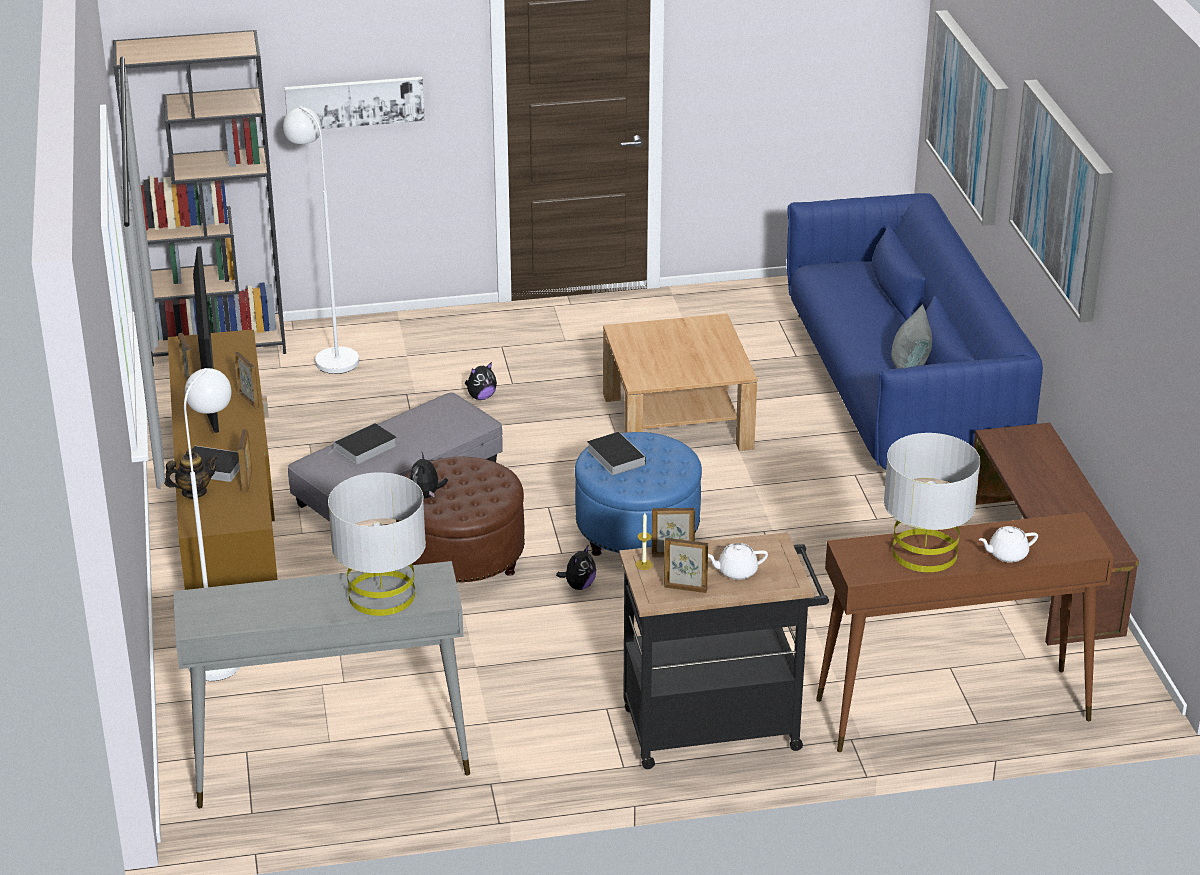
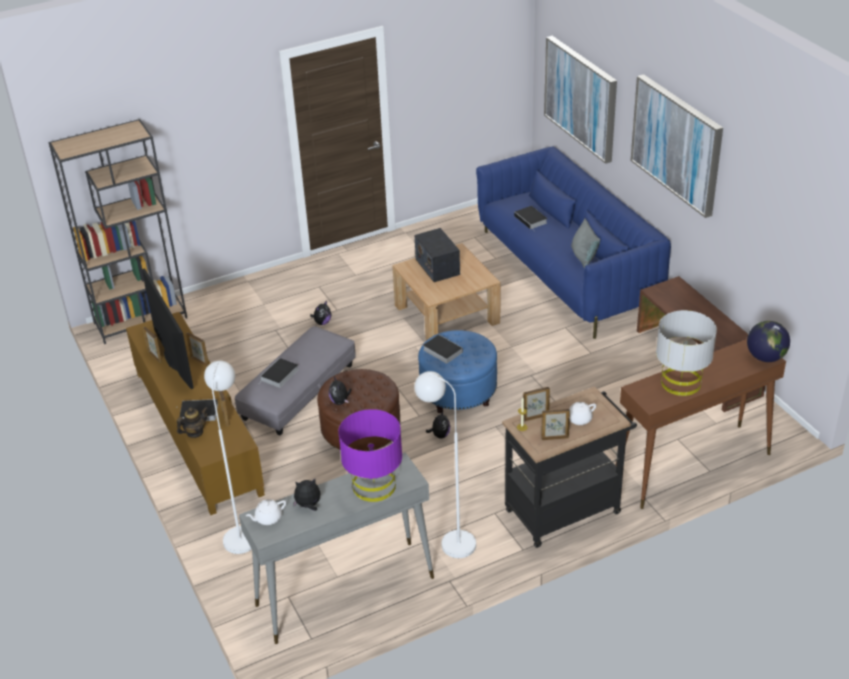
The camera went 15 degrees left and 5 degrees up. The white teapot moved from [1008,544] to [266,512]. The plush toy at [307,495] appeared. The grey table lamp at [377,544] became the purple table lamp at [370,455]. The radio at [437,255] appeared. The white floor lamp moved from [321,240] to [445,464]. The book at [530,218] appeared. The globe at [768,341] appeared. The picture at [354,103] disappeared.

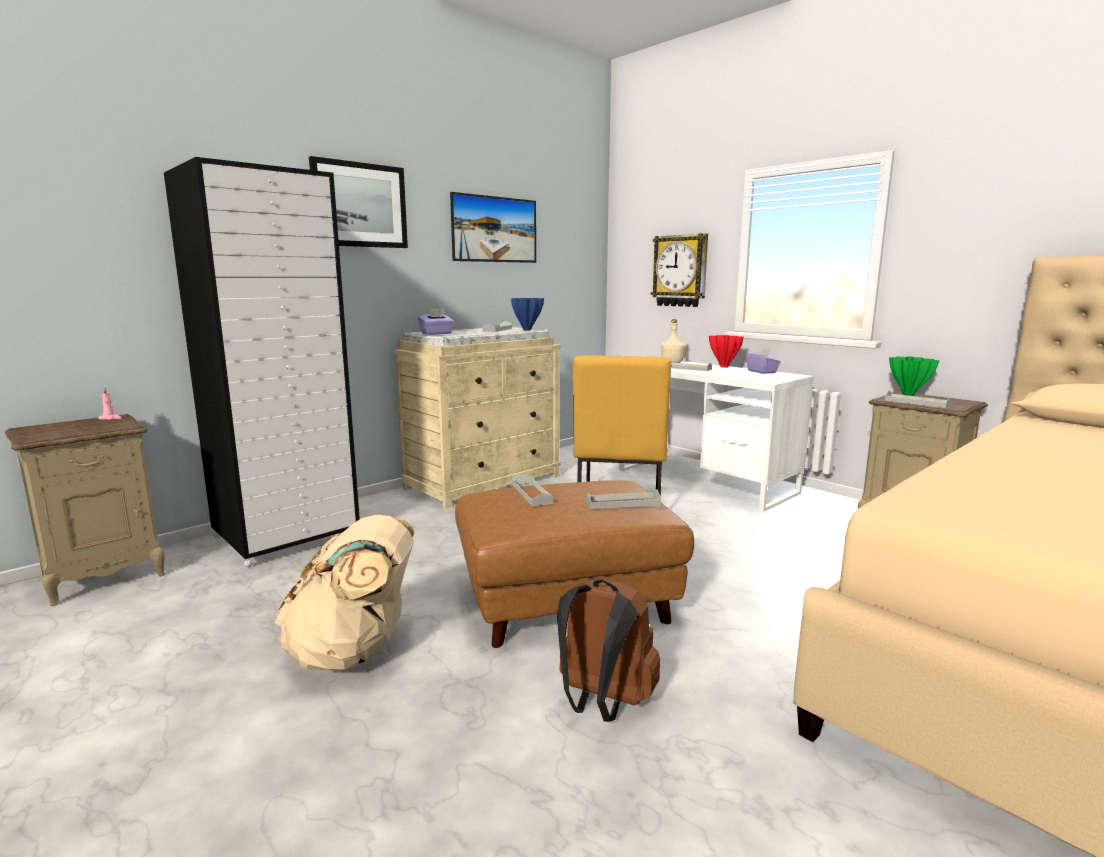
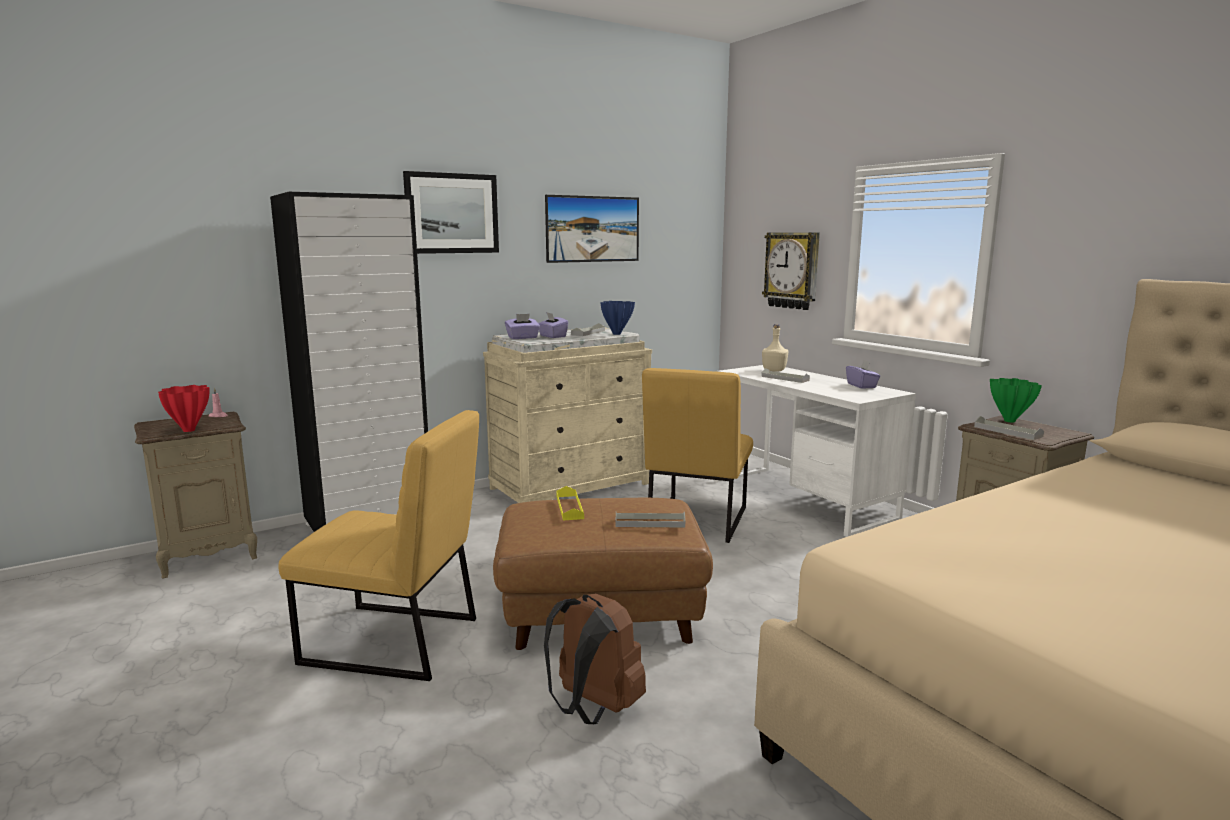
The camera went 10 degrees right and 0 degrees up. The red vase moved from [726,351] to [184,408]. The beige backpack at [345,593] was replaced by the yellow chair at [378,545]. The purple tissue box at [553,325] appeared. The grey tray at [532,489] became the yellow tray at [570,503].

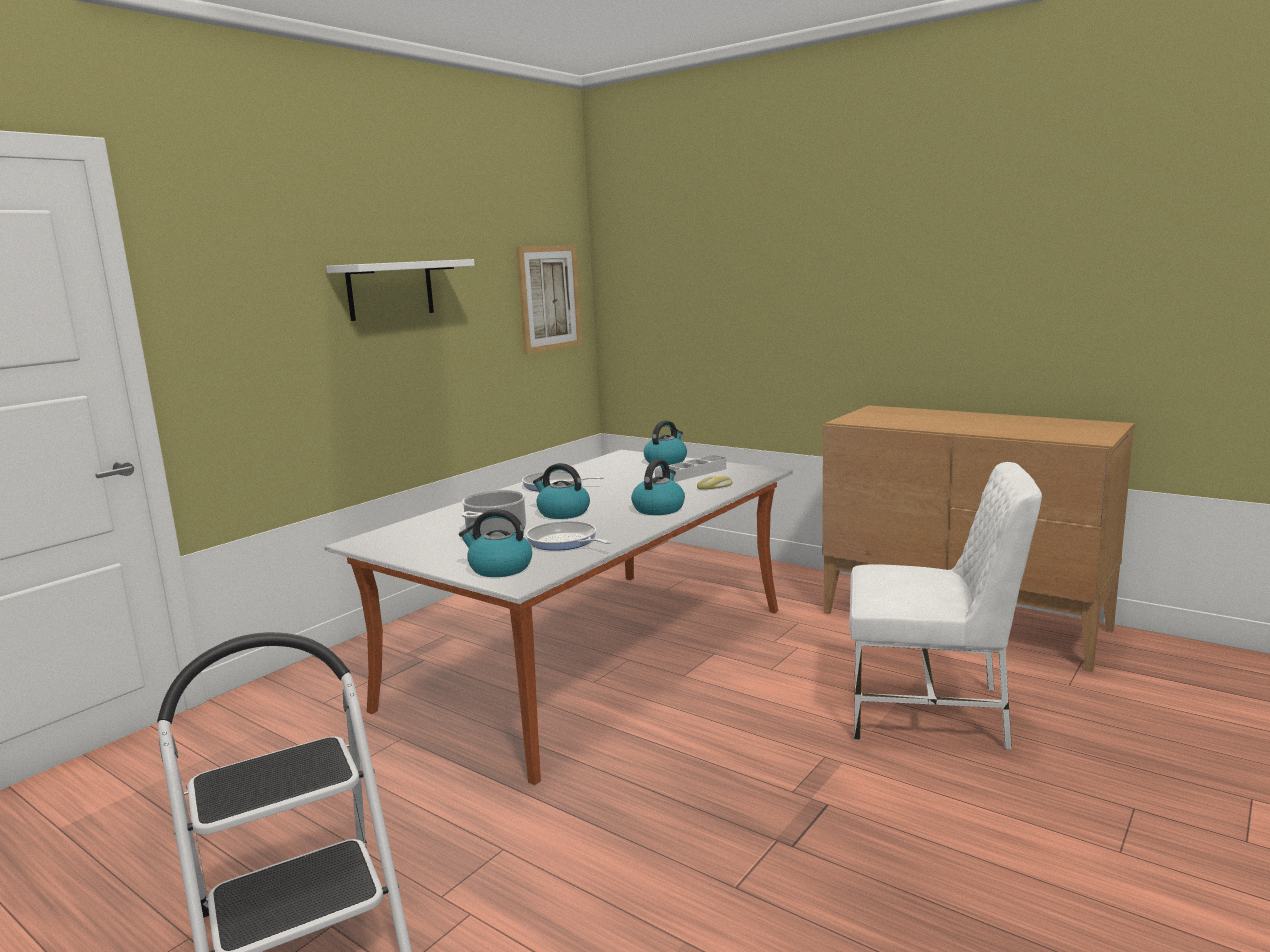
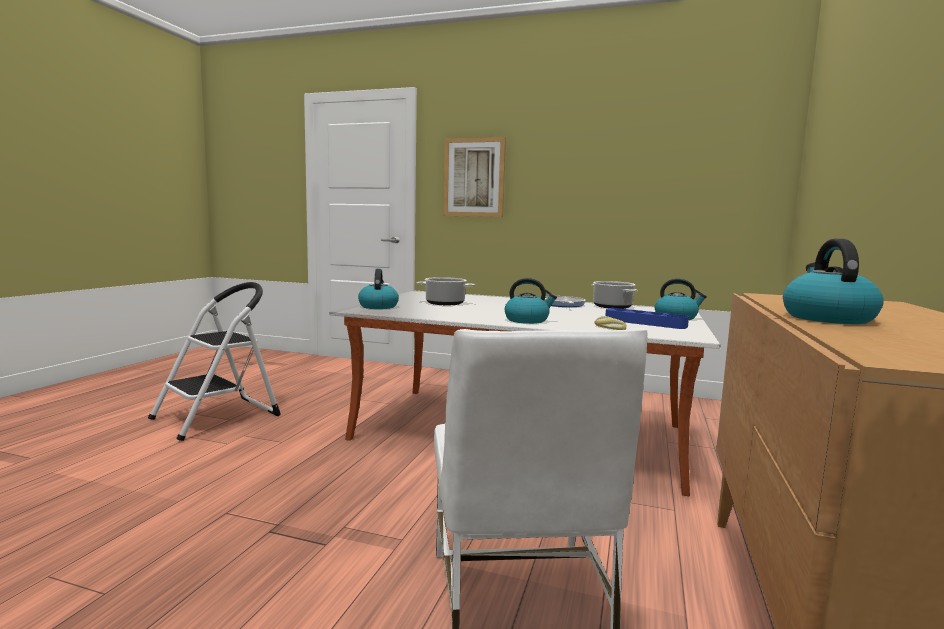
The camera went 70 degrees right and 5 degrees down. The picture moved from [549,299] to [474,177]. The cooking pot at [615,295] appeared. The grey tray at [690,468] became the blue tray at [647,318]. The kettle moved from [561,491] to [833,281]. The white shelf at [400,290] disappeared. The frying pan at [569,536] disappeared.

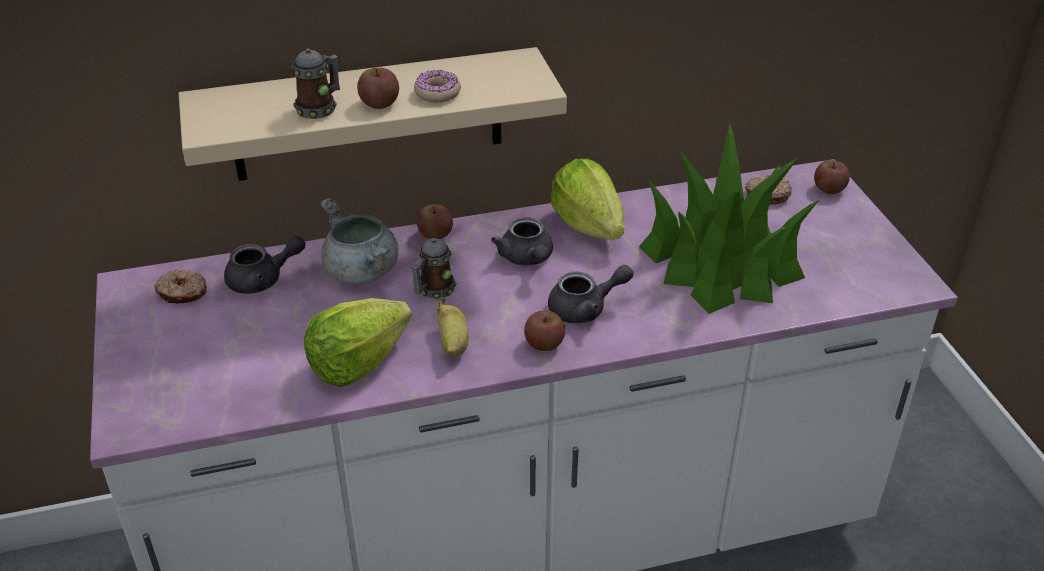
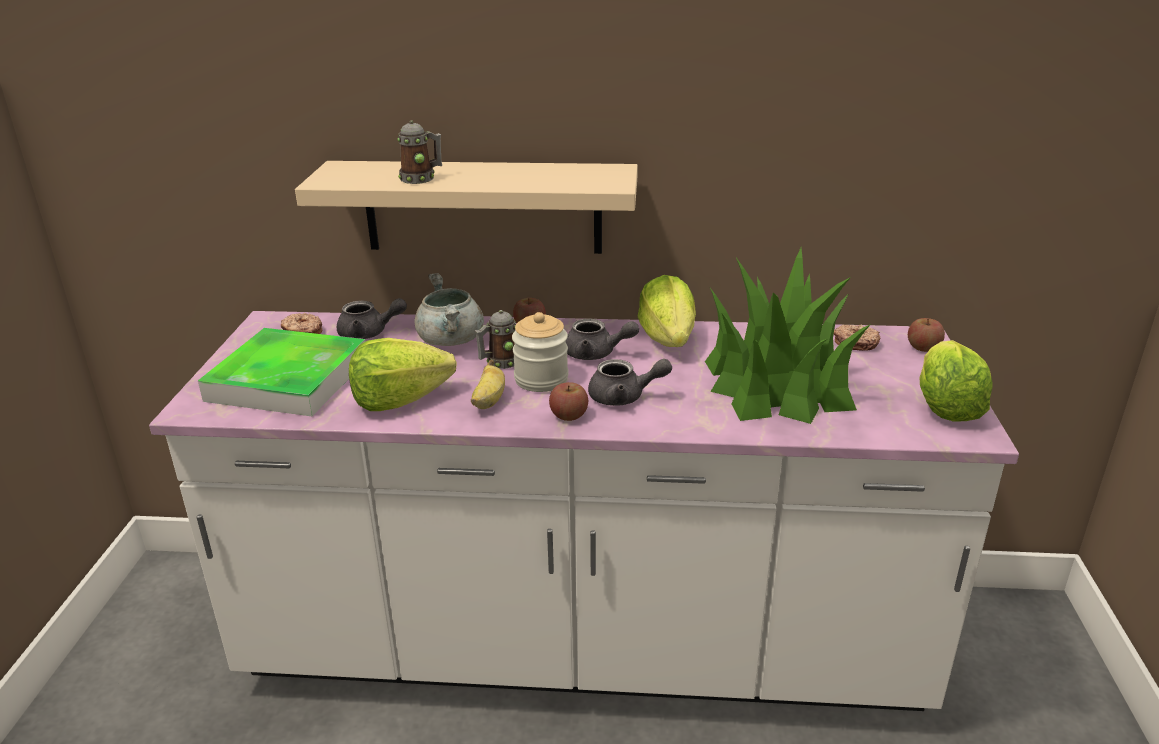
The camera went 20 degrees right and 10 degrees down. The tray at [281,372] appeared. The jar at [540,352] appeared. The grey teapot at [522,241] turned 75 degrees counterclockwise. The lettuce at [956,381] appeared. The apple at [378,88] disappeared. The donut at [437,86] disappeared.

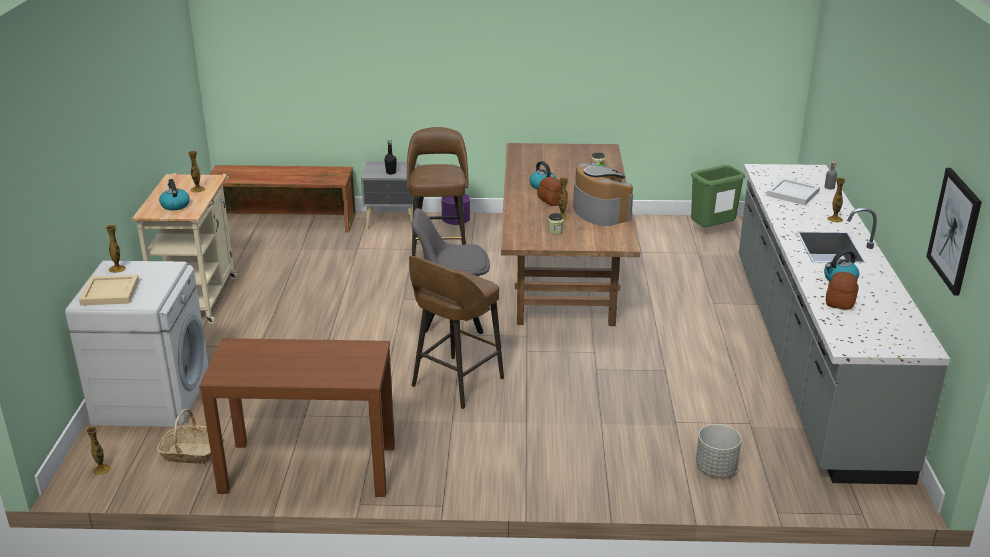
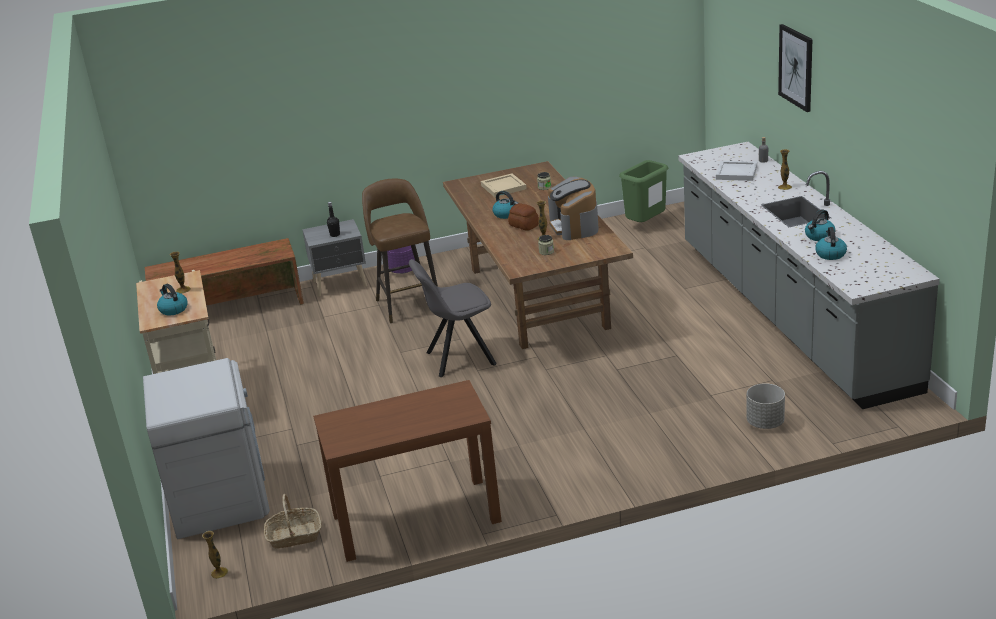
The camera went 15 degrees left and 0 degrees up. The beige tray moved from [109,290] to [504,185]. The coffee machine at [603,194] turned 150 degrees counterclockwise. The picture moved from [954,232] to [795,68]. The bread at [842,291] was replaced by the kettle at [831,243]. The vase at [115,249] disappeared. The brown stool at [456,332] disappeared.

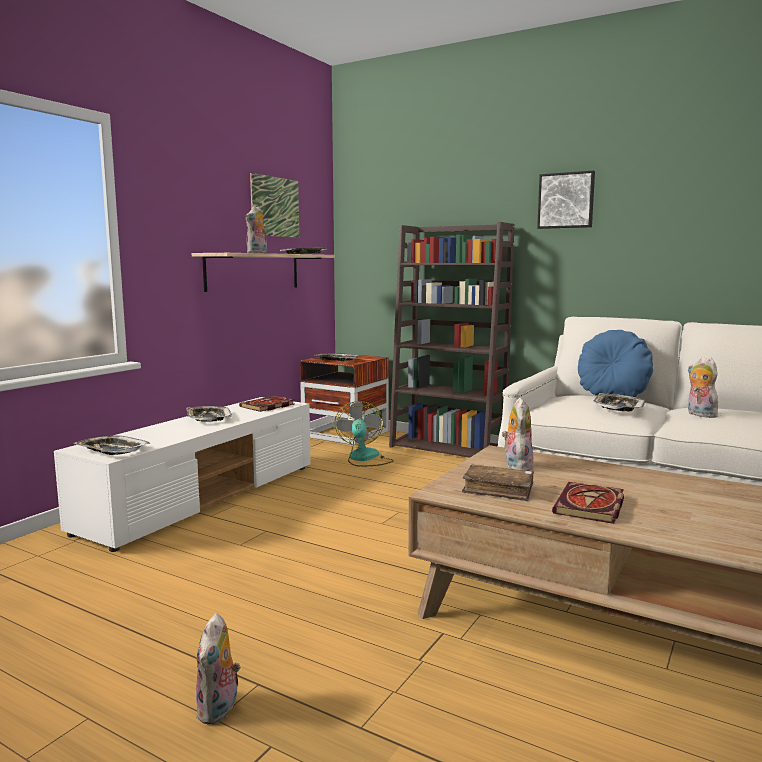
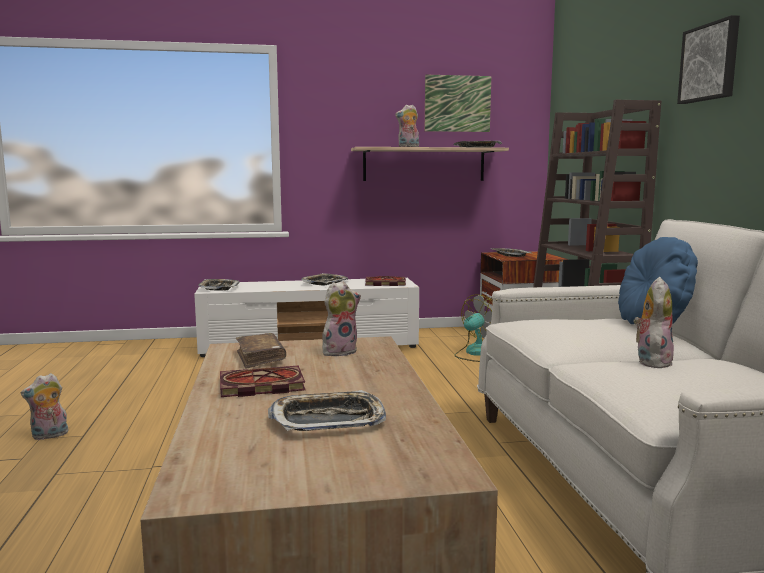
The camera went 50 degrees right and 0 degrees up. The tray moved from [619,402] to [327,410].

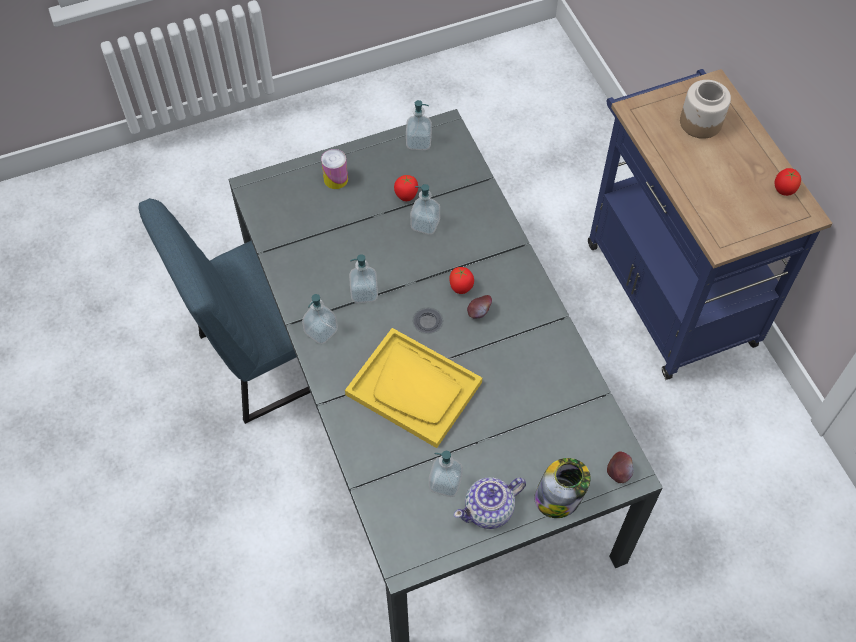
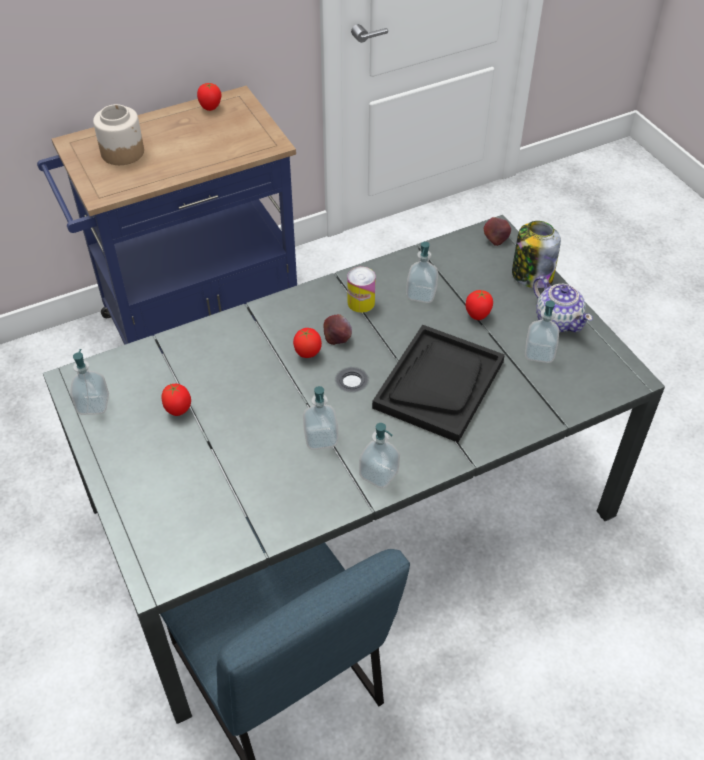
The camera went 95 degrees left and 10 degrees down. The can moved from [334,169] to [362,290]. The yellow tray at [413,388] became the black tray at [438,383]. The soap dispenser moved from [425,209] to [422,272]. The tomato at [479,305] appeared.

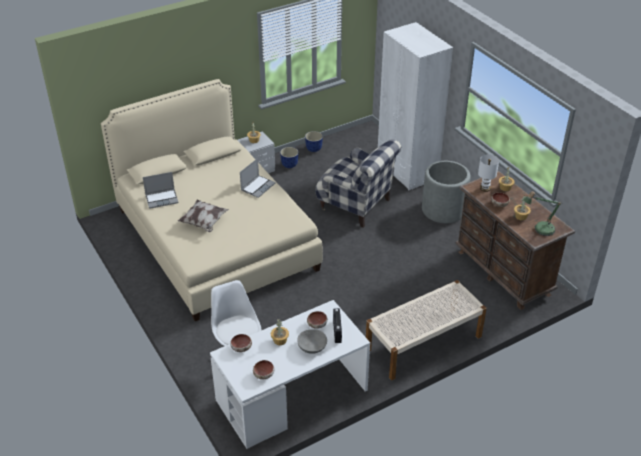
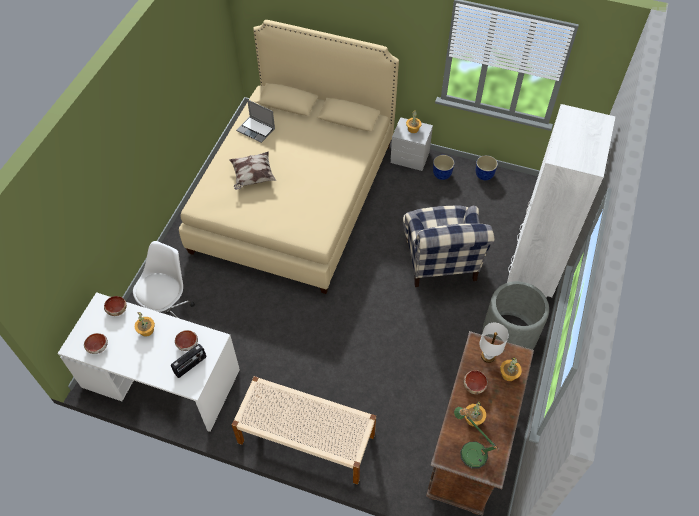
The camera went 50 degrees right and 15 degrees up. The laptop at [258,178] disappeared. The grey bowl at [312,341] disappeared.

